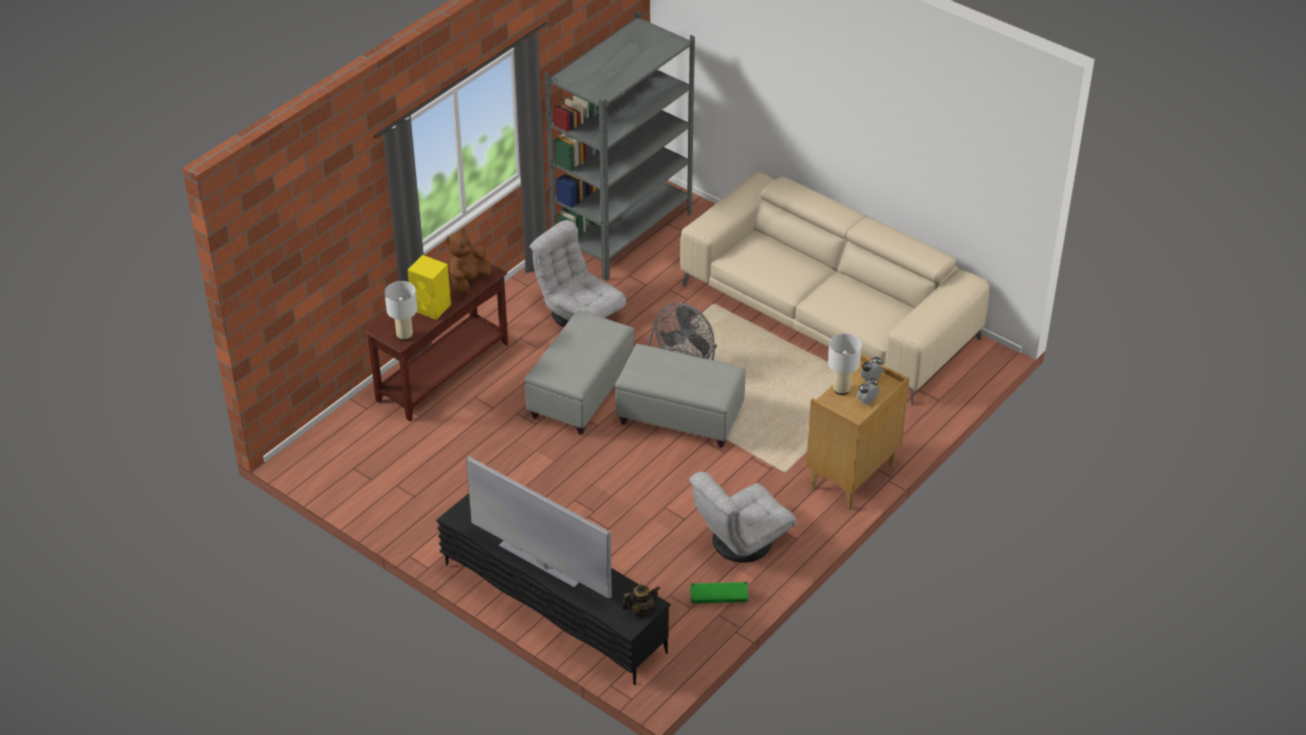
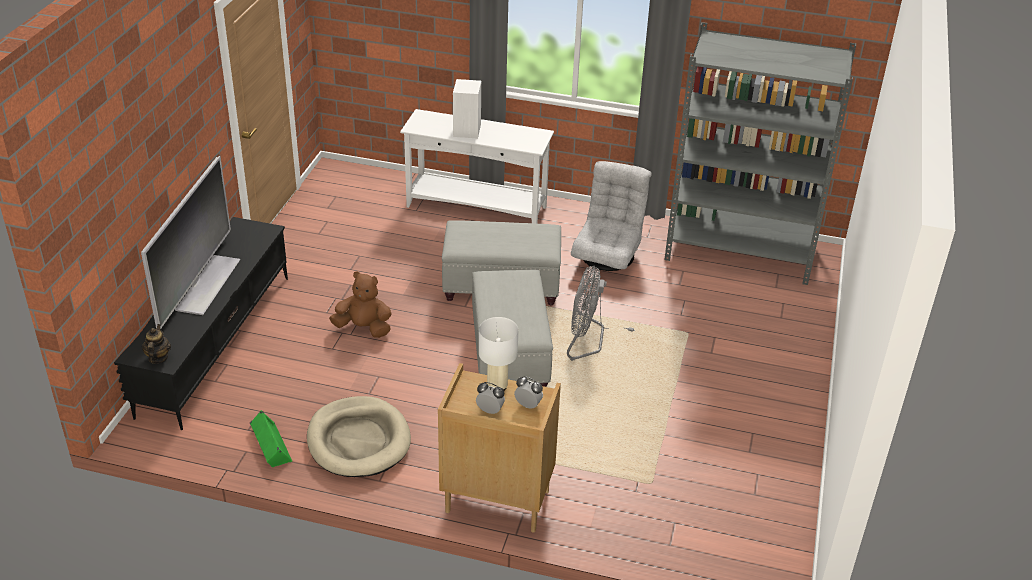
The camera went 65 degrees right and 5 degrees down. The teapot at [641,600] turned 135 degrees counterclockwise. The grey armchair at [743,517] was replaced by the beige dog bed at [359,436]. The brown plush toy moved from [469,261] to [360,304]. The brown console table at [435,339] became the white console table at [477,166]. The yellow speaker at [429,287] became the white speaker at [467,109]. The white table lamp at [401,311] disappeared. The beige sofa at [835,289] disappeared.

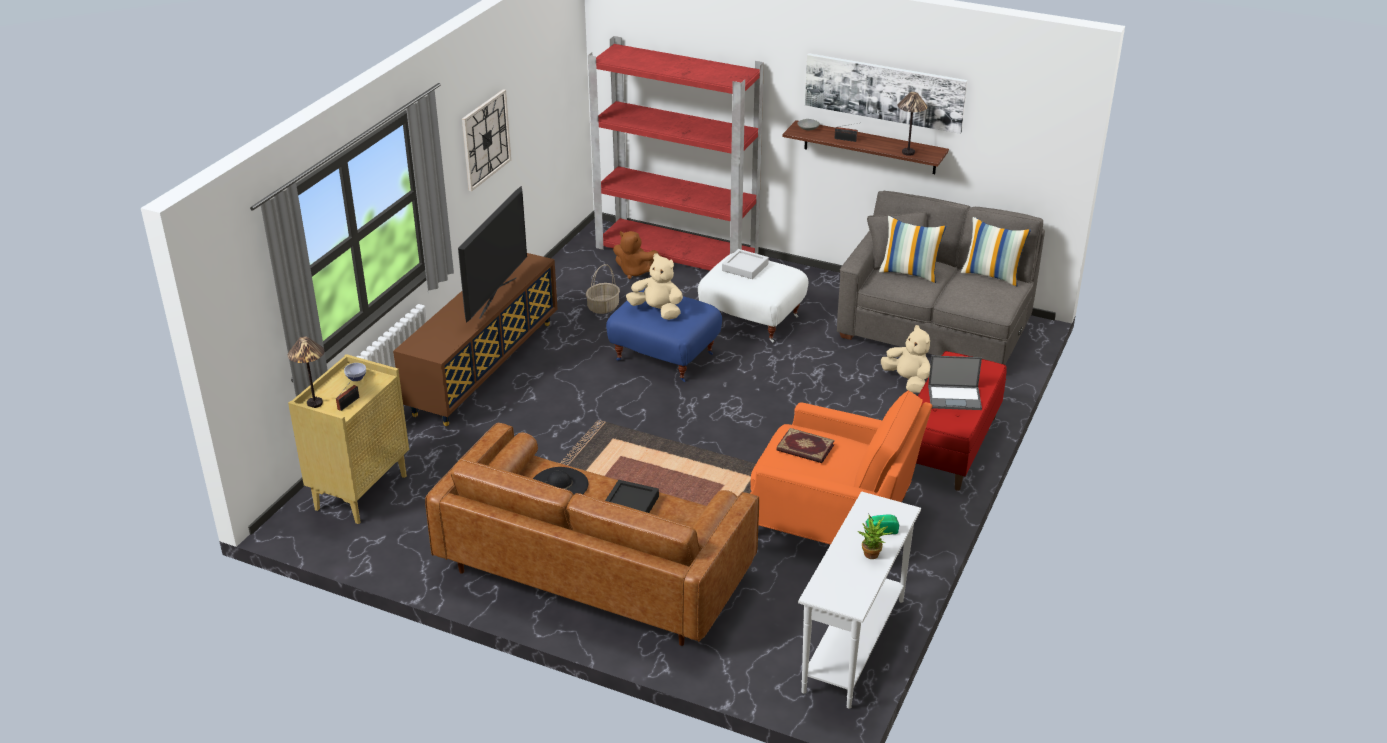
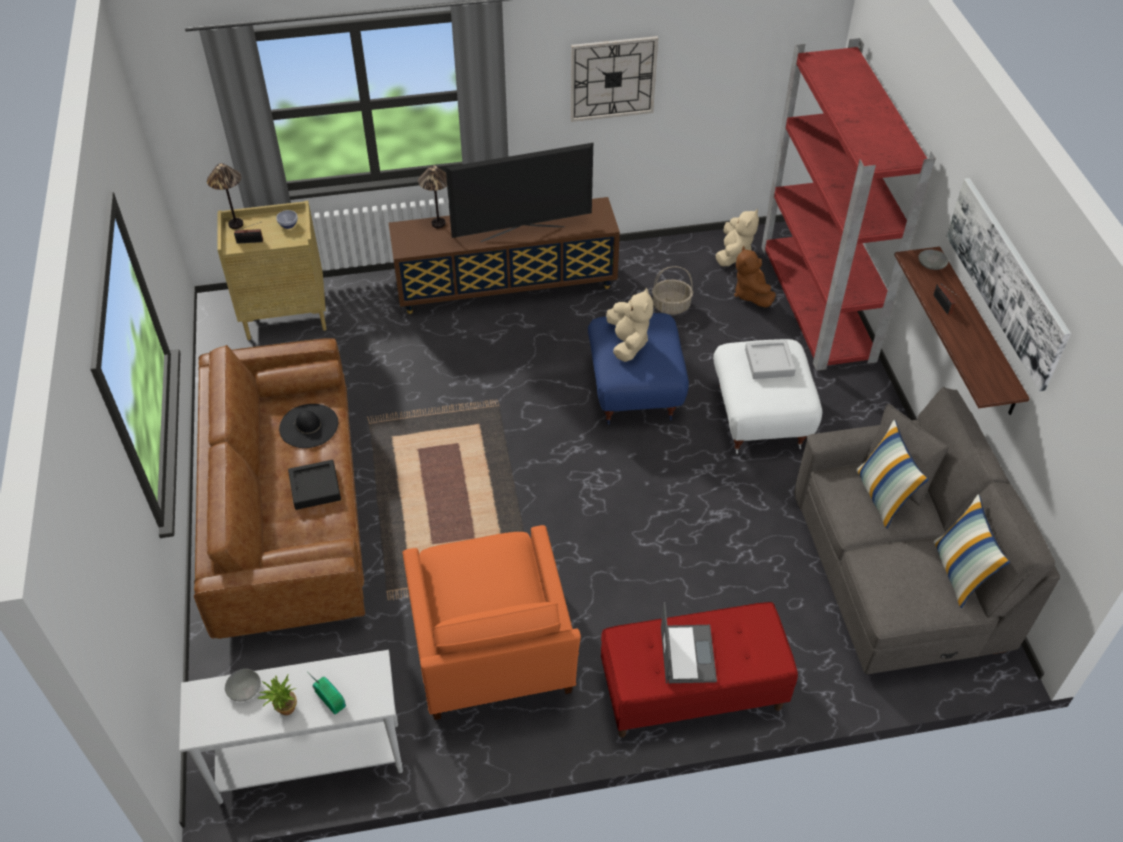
The camera went 55 degrees right and 15 degrees up. The grey bowl at [243,685] appeared. The table lamp moved from [912,124] to [432,196]. The laptop at [955,383] turned 150 degrees counterclockwise. The beige plush toy moved from [905,359] to [737,238]. The book at [805,445] disappeared.

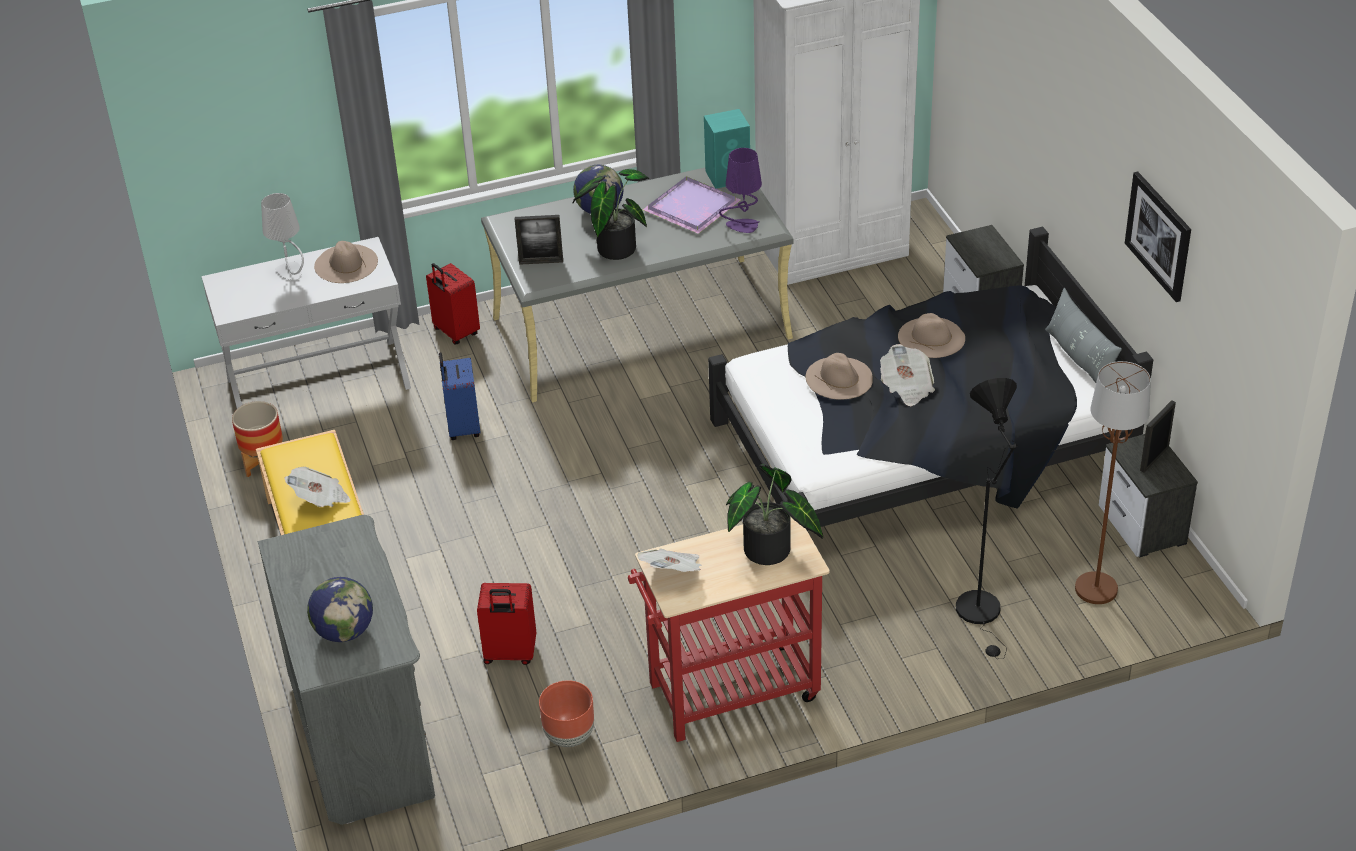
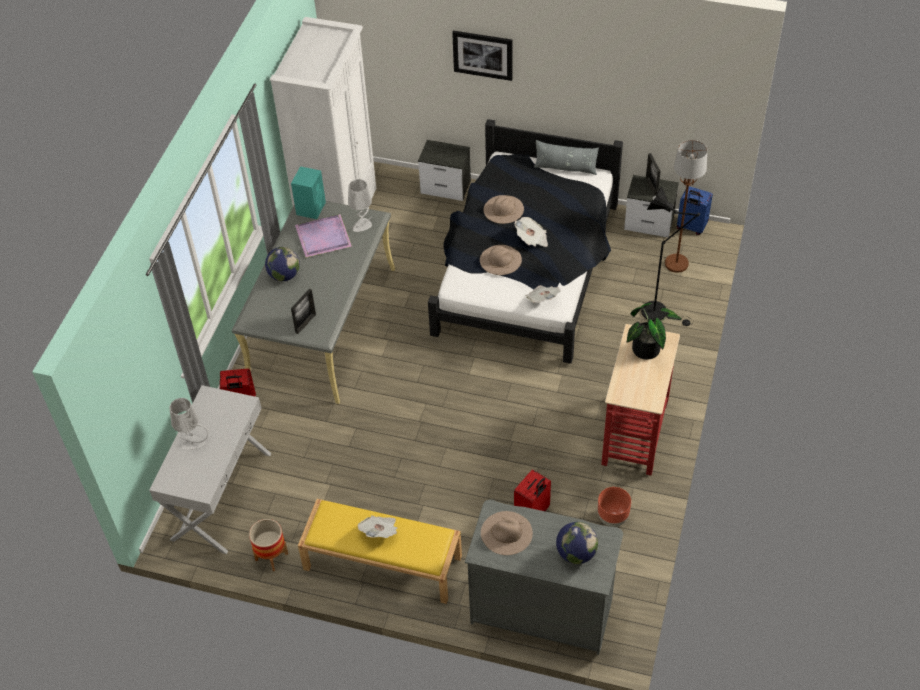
The camera went 55 degrees left and 10 degrees up. The purple table lamp at [740,190] became the grey table lamp at [360,205]. The picture moved from [1158,237] to [482,56]. The beige hat moved from [346,262] to [507,533]. The newspaper moved from [669,560] to [543,294]. The blue suitcase moved from [460,396] to [694,210]. The potted plant at [611,214] disappeared.

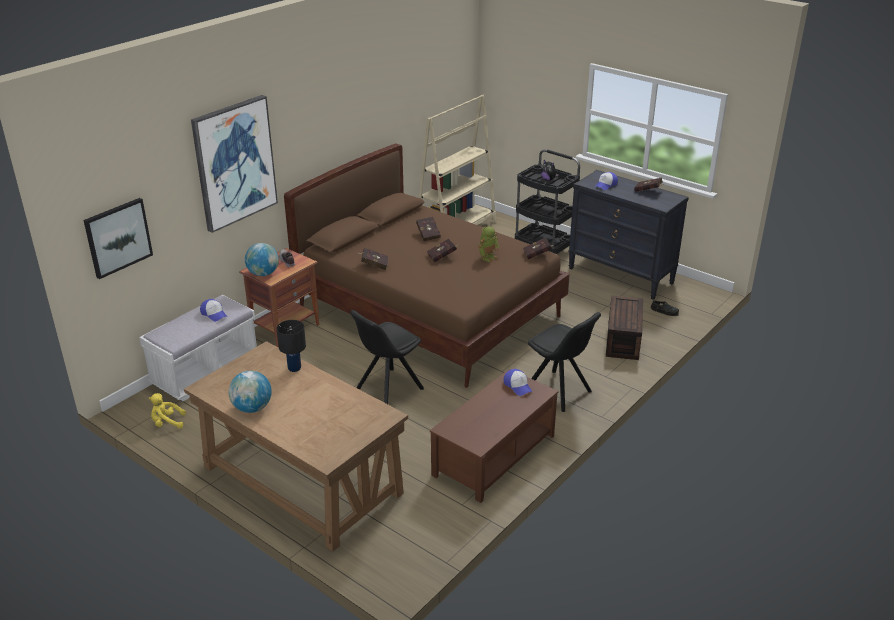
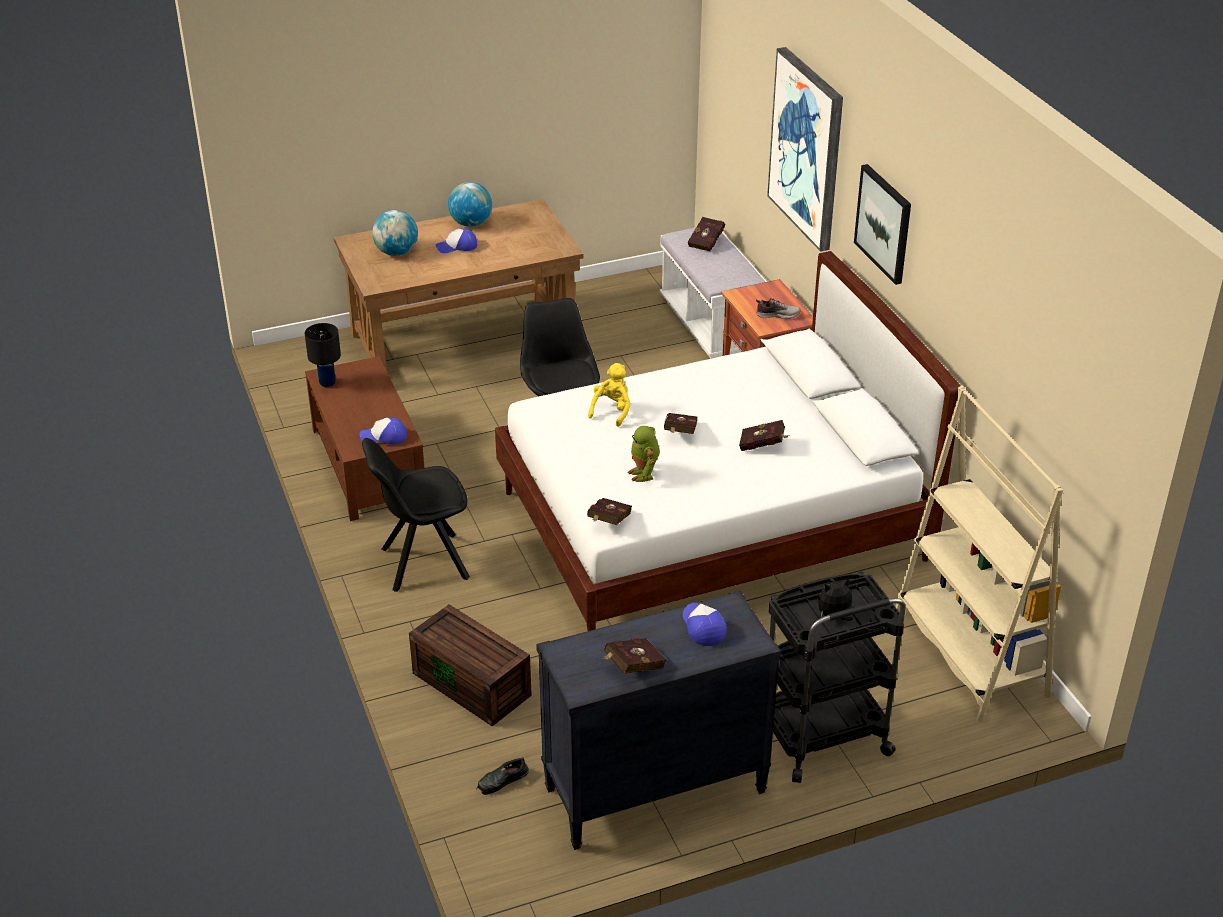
The camera went 120 degrees right and 5 degrees up. The black table lamp moved from [291,346] to [323,355]. The globe moved from [262,259] to [395,233]. The cap moved from [213,310] to [456,240]. The brown bed at [427,265] became the white bed at [728,441]. The yellow plush toy moved from [167,411] to [609,395]. The red book moved from [373,259] to [706,234]. The picture moved from [118,238] to [882,224].

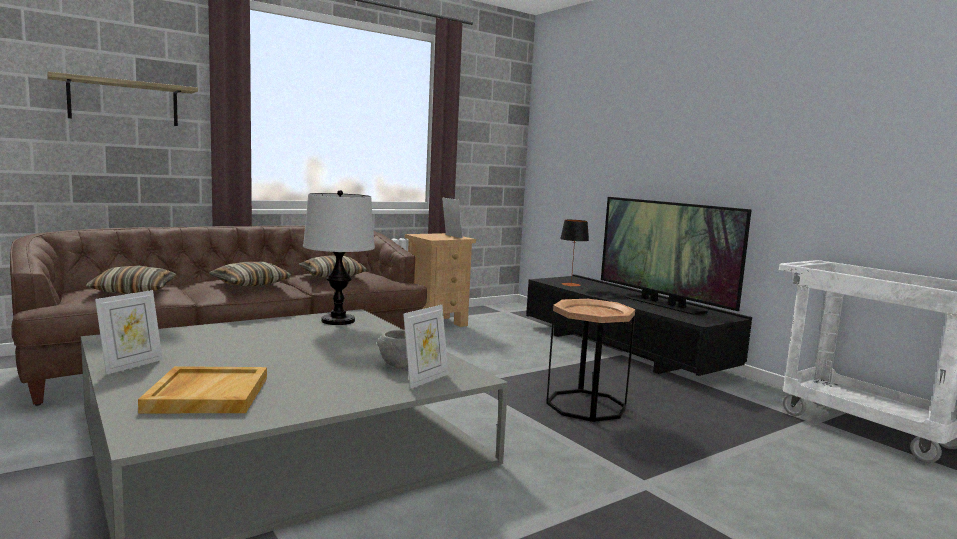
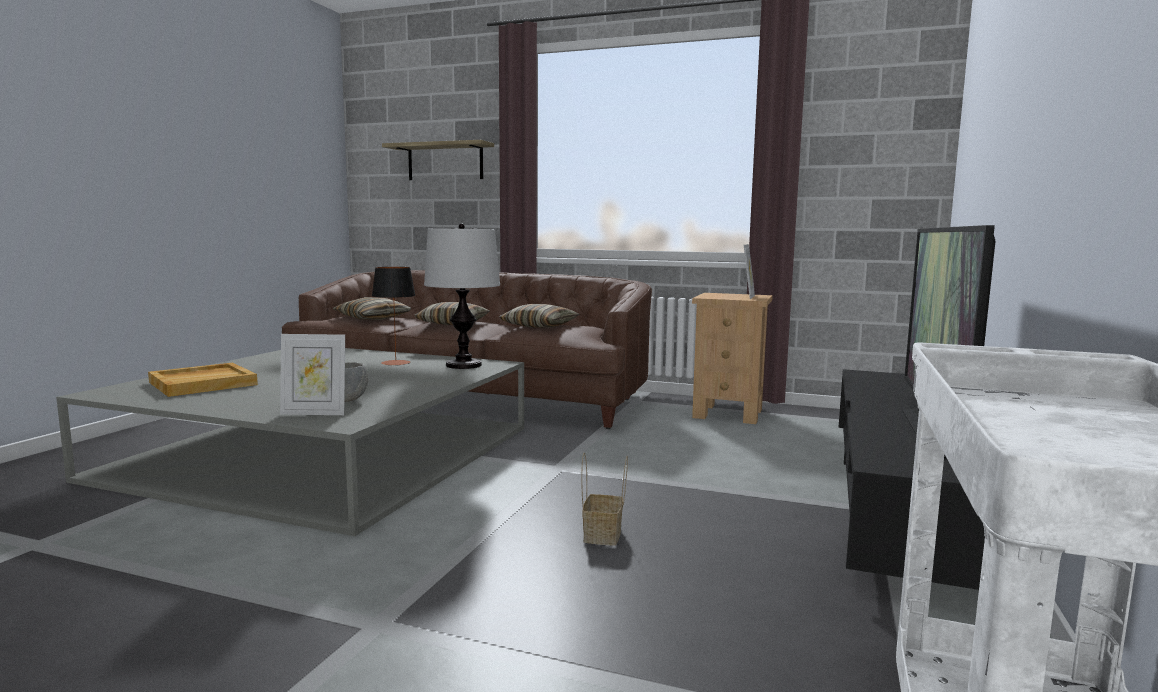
The camera went 55 degrees right and 0 degrees up. The table lamp moved from [574,253] to [394,316]. The brown side table at [590,360] was replaced by the basket at [604,499]. The picture frame at [129,332] disappeared.

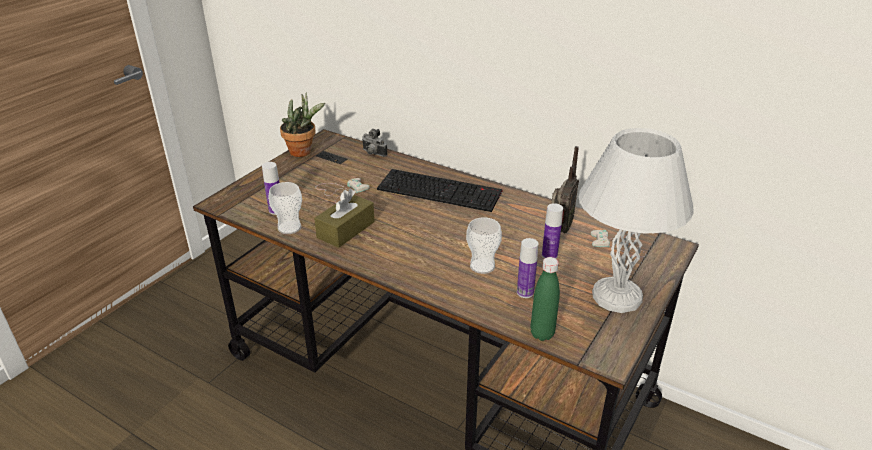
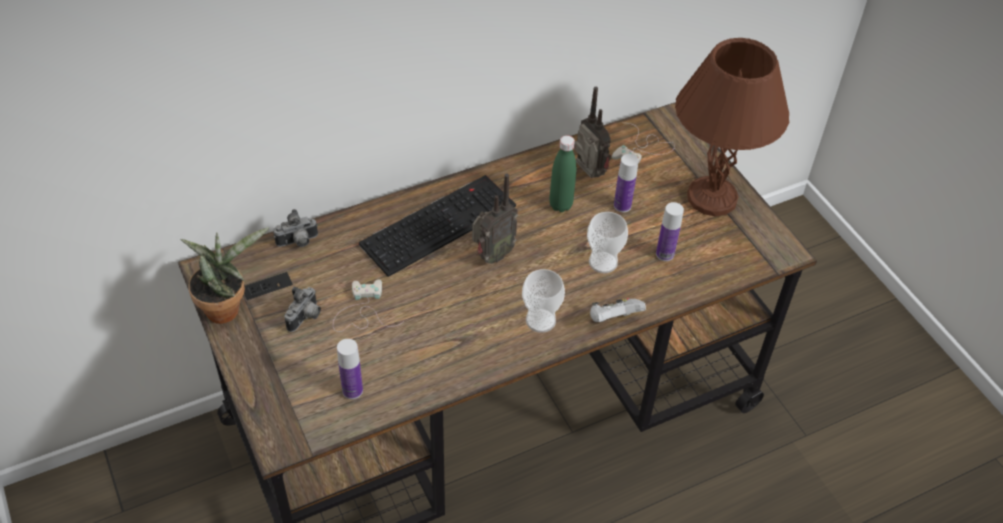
The camera went 60 degrees left and 15 degrees up. The photo camera at [302,309] appeared. The radio at [495,219] appeared. The cup moved from [285,208] to [543,301]. The green bottle moved from [545,299] to [562,173]. The white game controller at [618,310] appeared. The white table lamp at [636,220] became the brown table lamp at [732,127]. The brown tissue box at [344,218] disappeared.

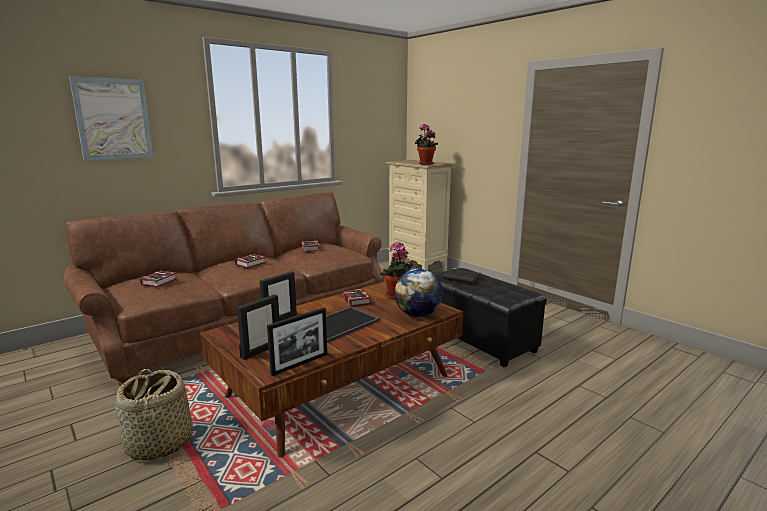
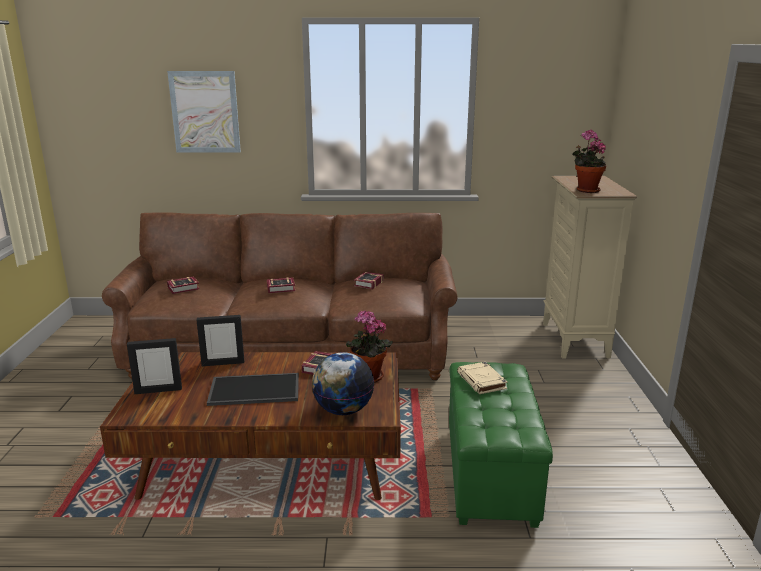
The camera went 40 degrees right and 5 degrees up. The black ottoman at [490,317] became the green ottoman at [501,445]. The black book at [462,276] became the beige book at [482,378]. The basket at [154,415] disappeared. The picture frame at [297,342] disappeared.

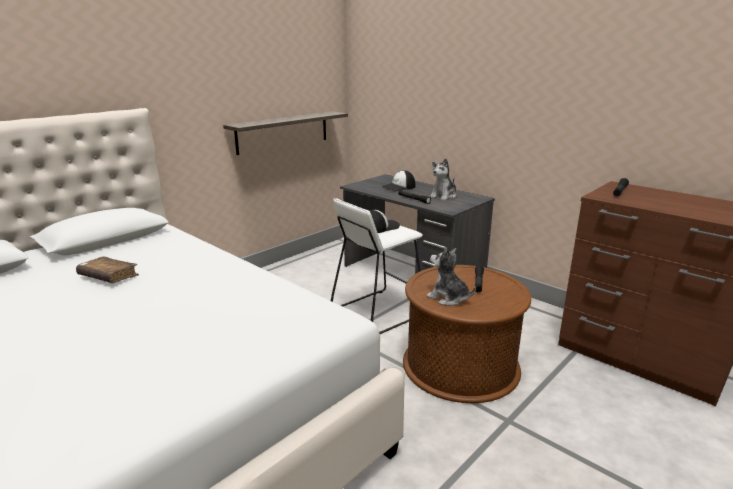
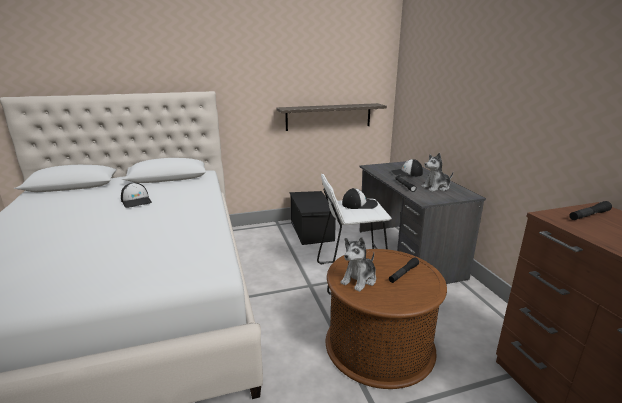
The camera went 30 degrees right and 0 degrees up. The brown book at [107,269] was replaced by the cap at [136,195]. The black storage box at [312,218] appeared. The plush toy at [451,276] turned 120 degrees counterclockwise.

